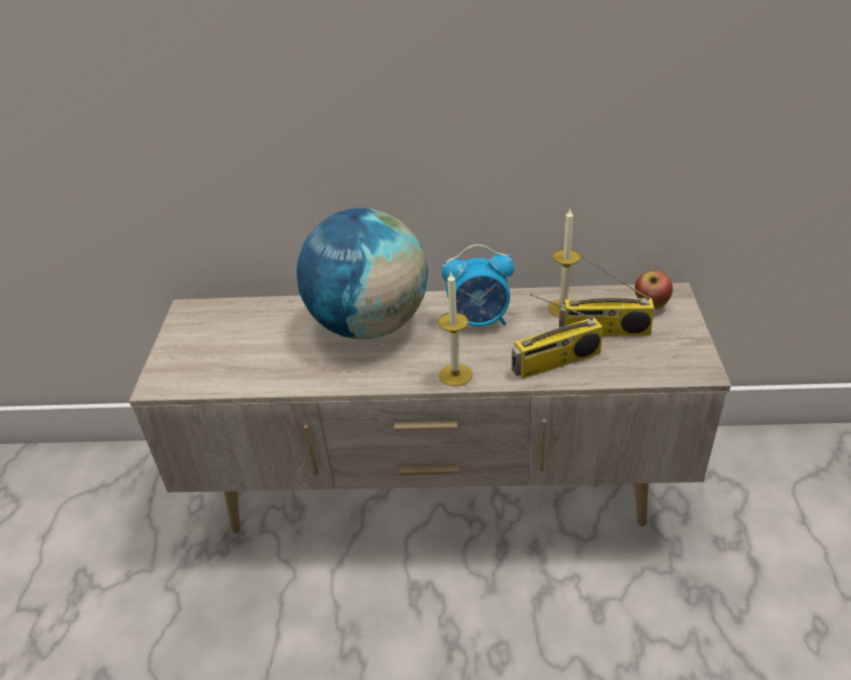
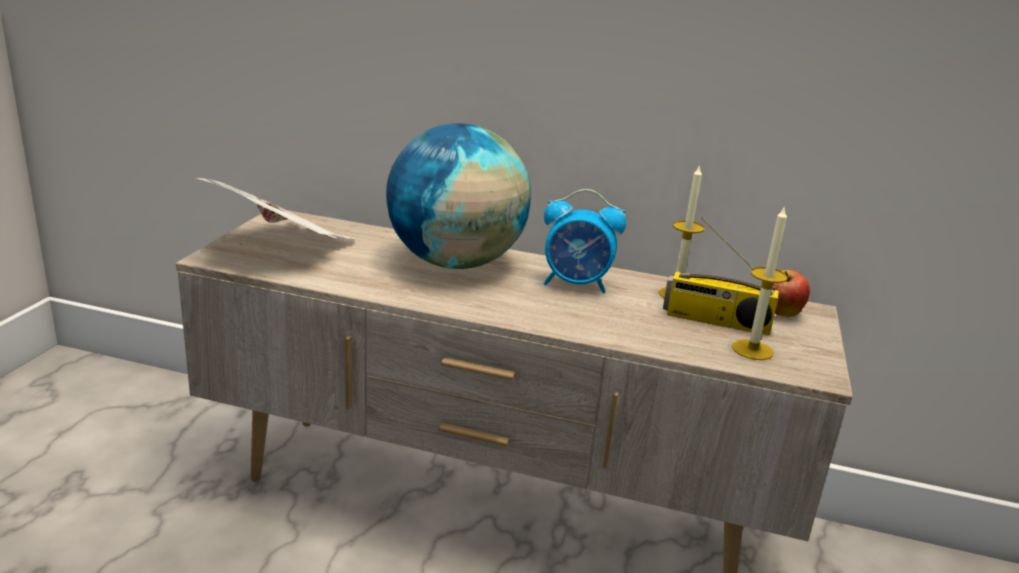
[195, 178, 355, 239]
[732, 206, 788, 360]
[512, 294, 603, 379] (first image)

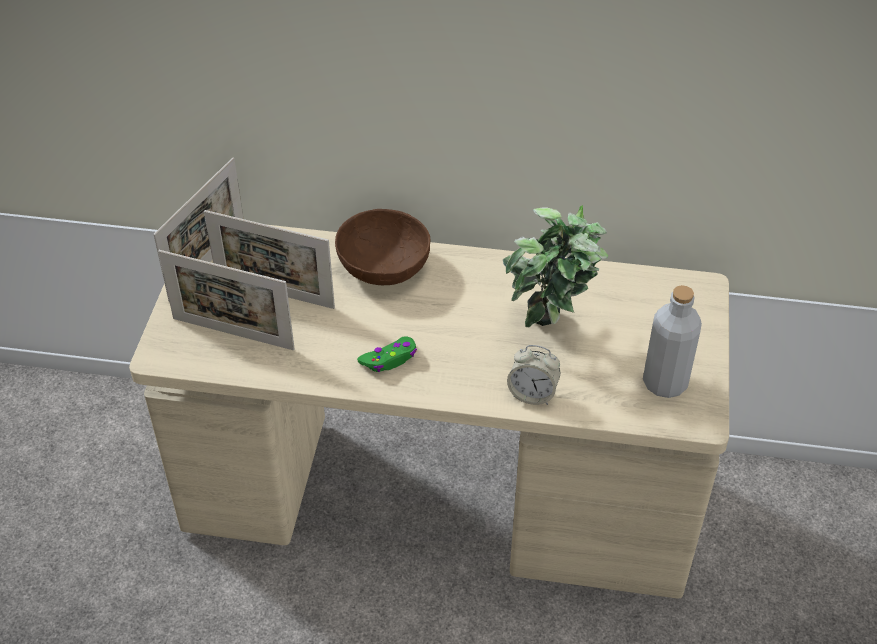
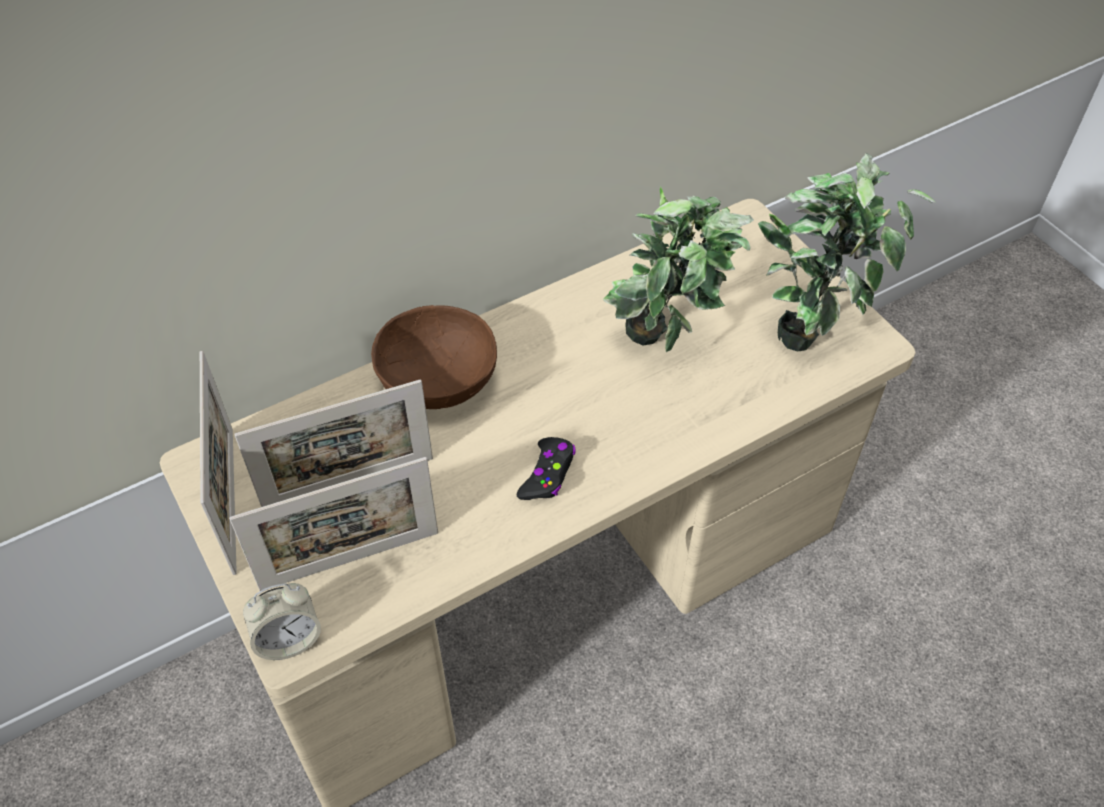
[243, 583, 321, 660]
[517, 437, 576, 500]
[758, 153, 936, 351]

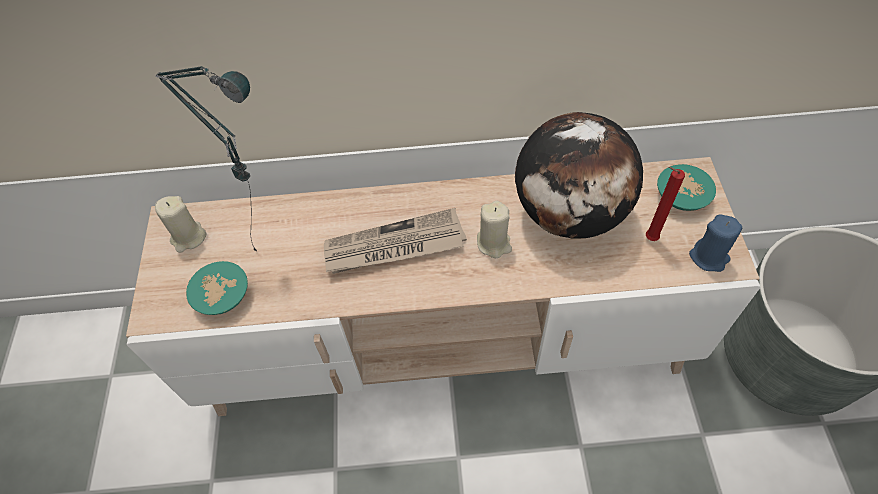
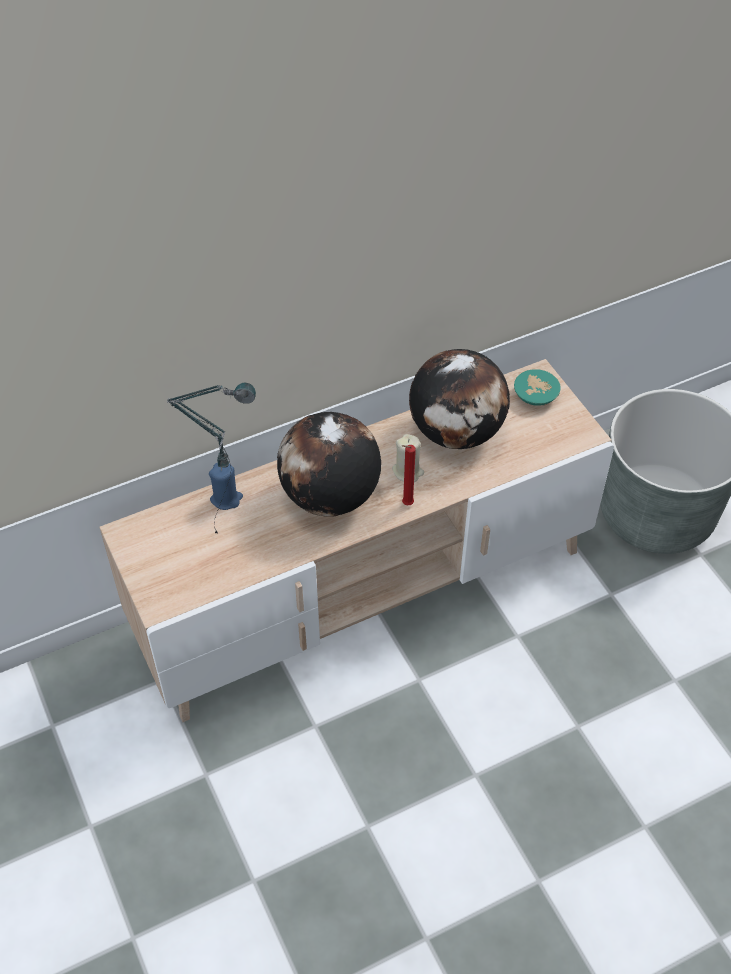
[209, 463, 243, 510]
[277, 412, 381, 517]
[402, 445, 416, 505]
[155, 196, 206, 253] (first image)
[186, 261, 248, 315] (first image)

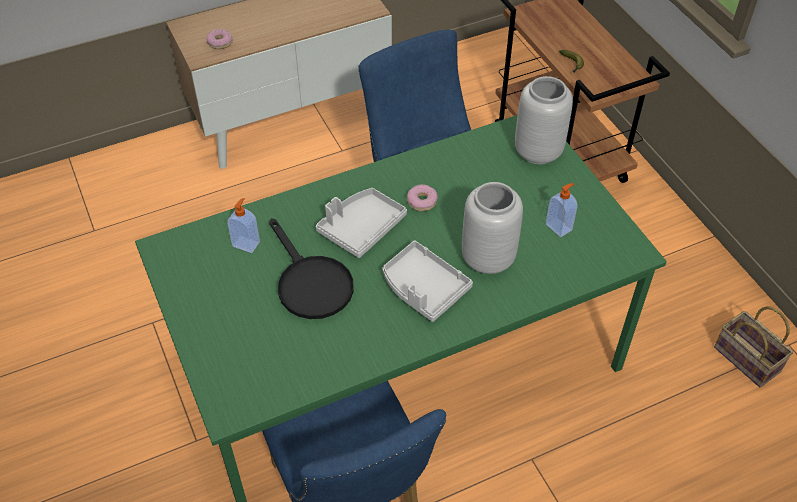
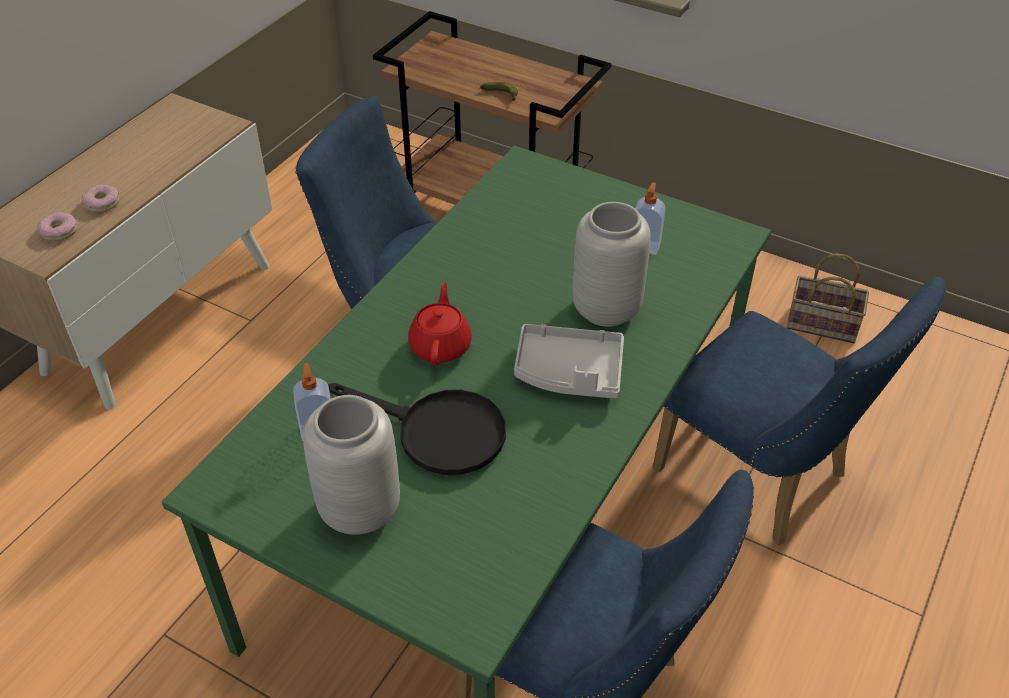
[82, 185, 119, 212]
[303, 395, 400, 535]
[408, 282, 472, 365]
[653, 277, 946, 545]

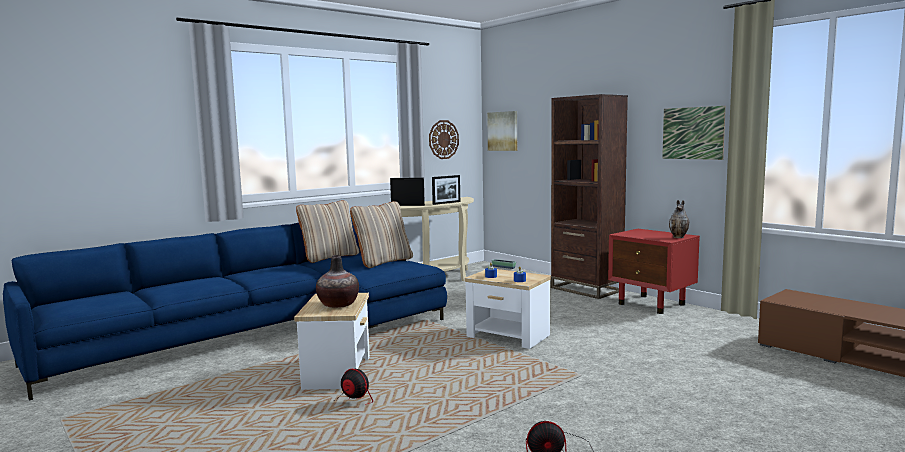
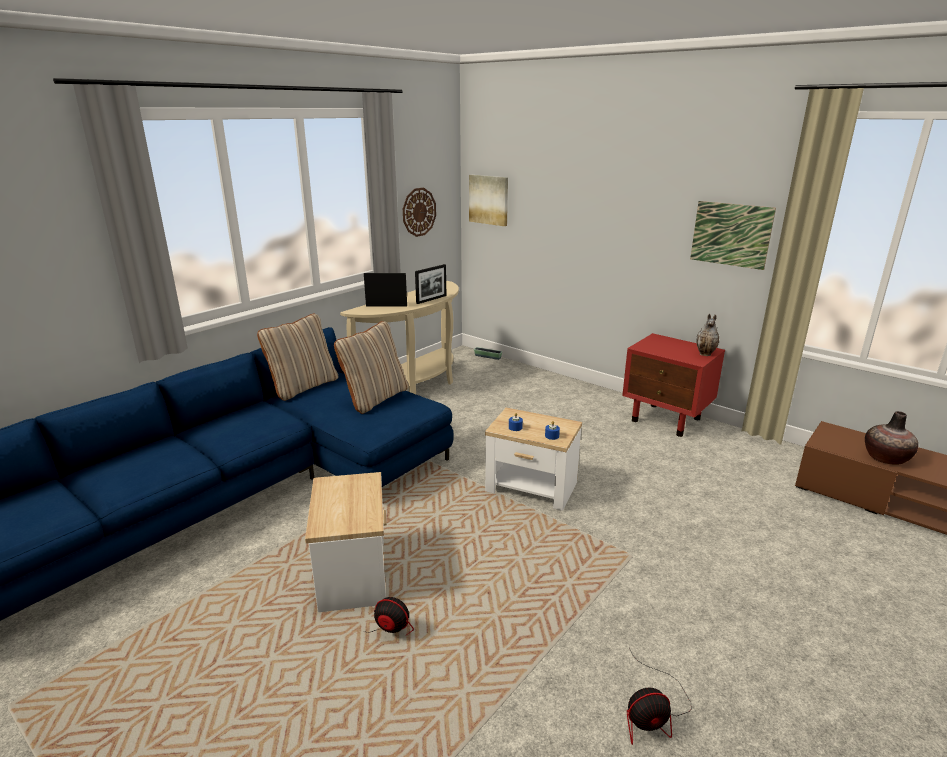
[865, 411, 918, 465]
[551, 94, 628, 299] (first image)

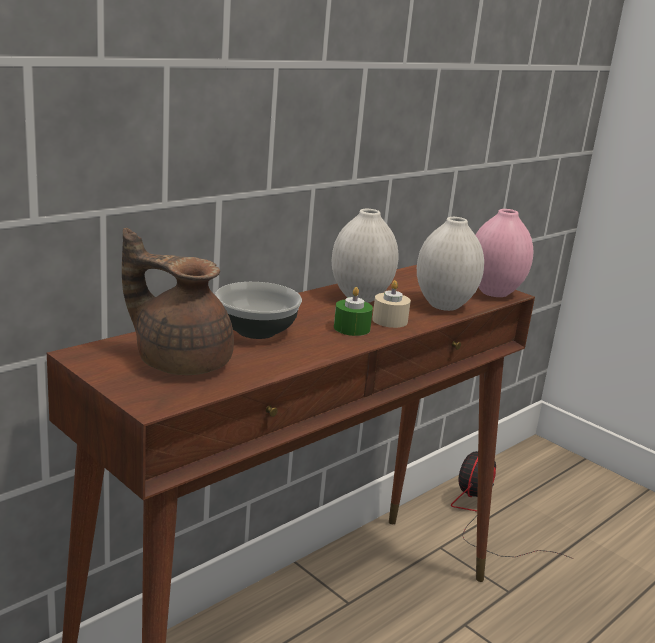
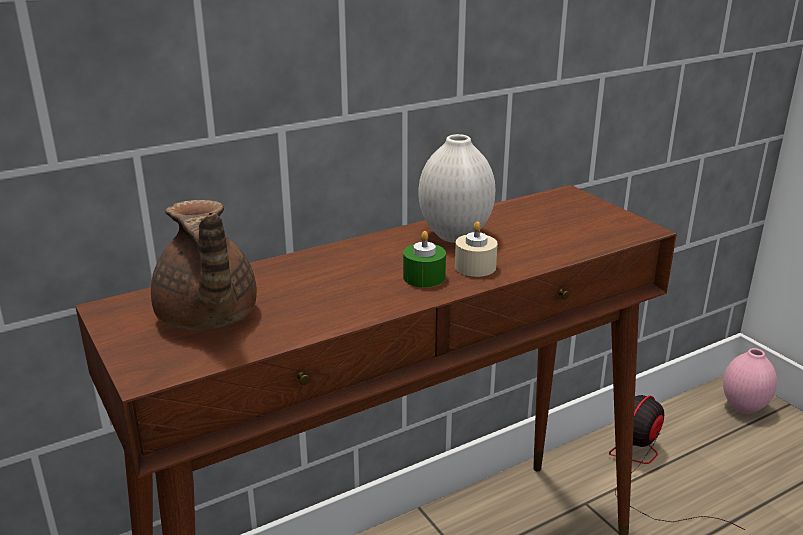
[151, 200, 257, 330]
[723, 348, 777, 414]
[215, 282, 302, 339] (first image)
[417, 217, 484, 311] (first image)

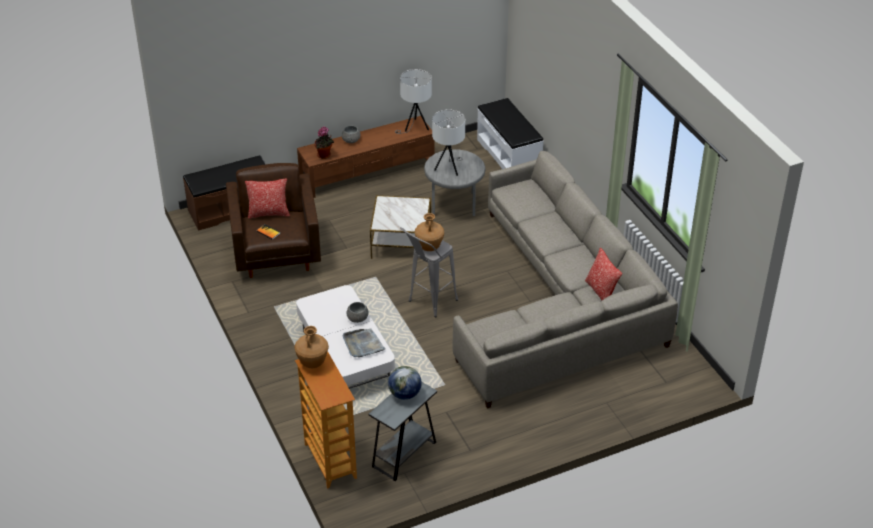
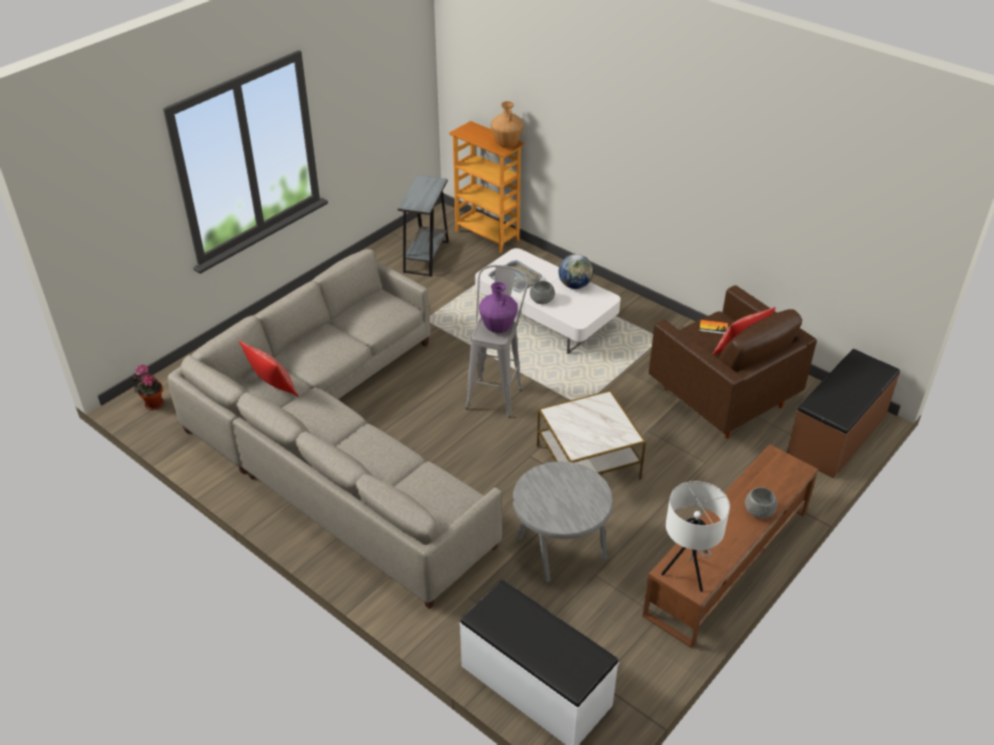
[133, 365, 164, 410]
[479, 282, 518, 333]
[559, 254, 593, 289]
[432, 109, 465, 176] (first image)

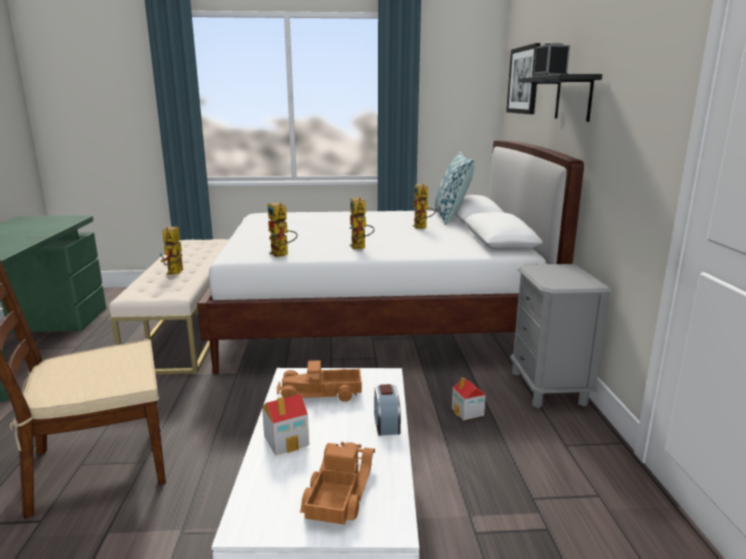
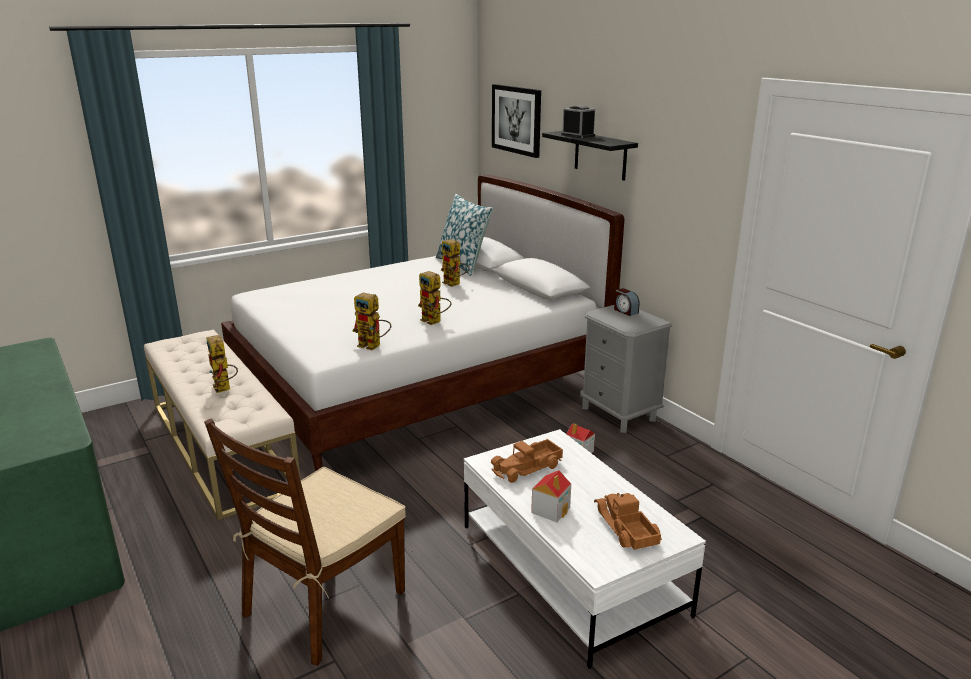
[614, 288, 639, 316]

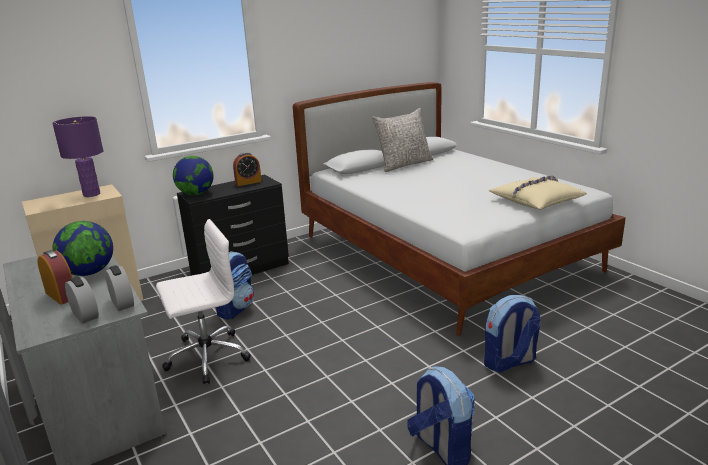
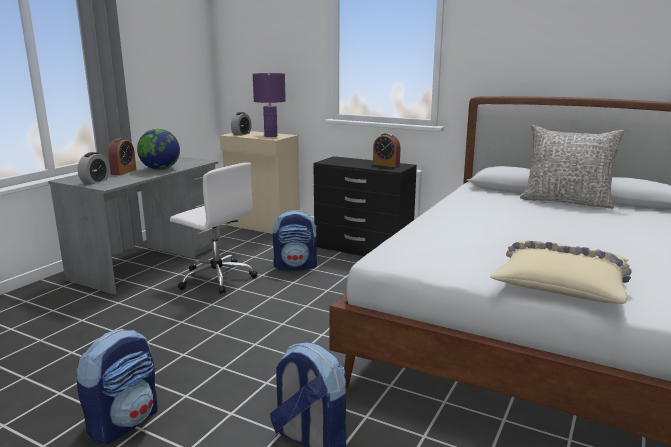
[231, 112, 251, 136]
[173, 156, 214, 195] (first image)

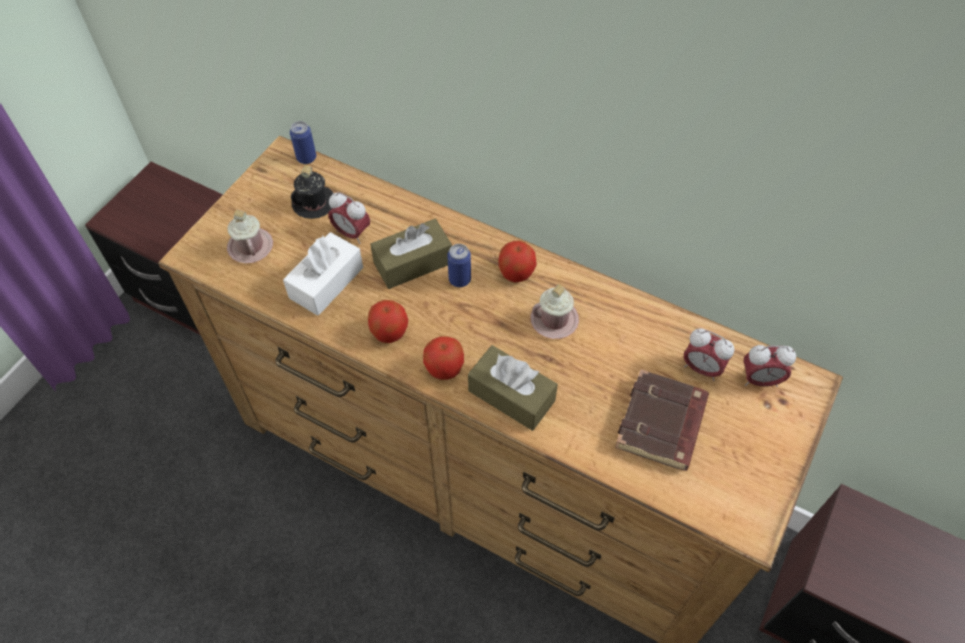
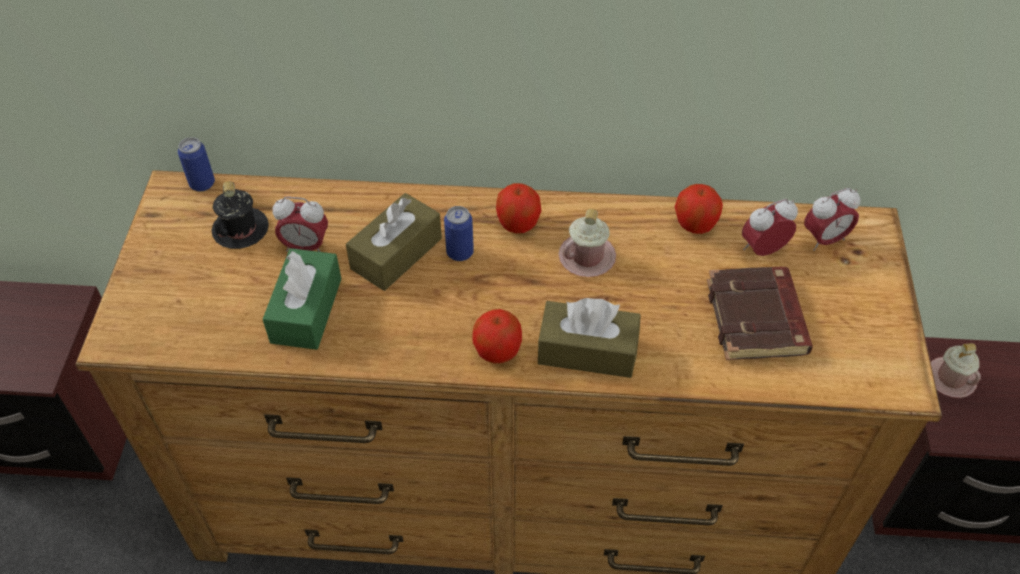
[263, 248, 341, 350]
[675, 184, 723, 234]
[742, 199, 798, 256]
[931, 343, 981, 398]

